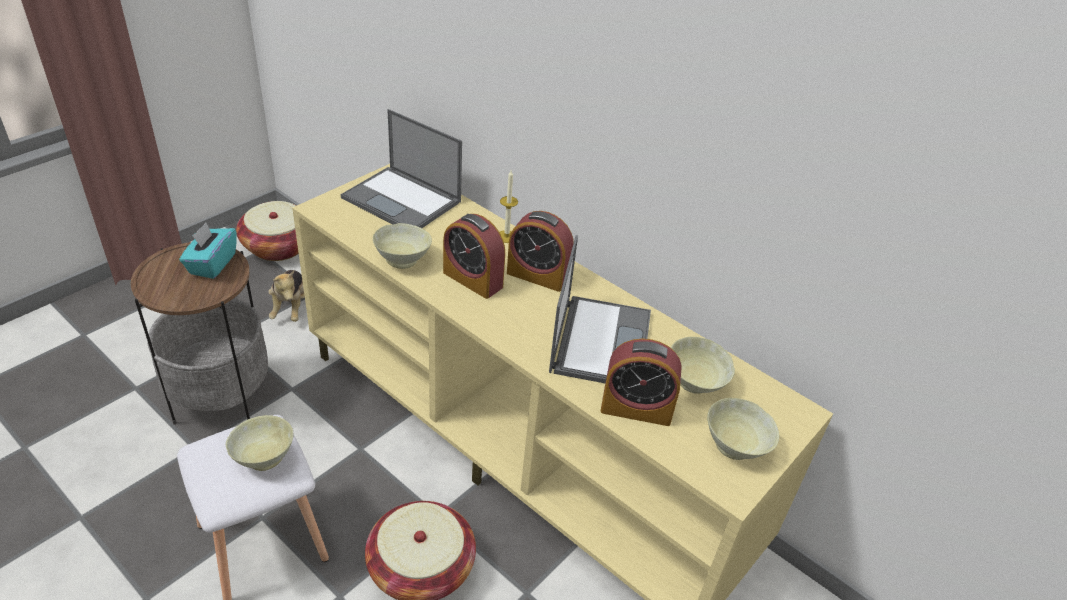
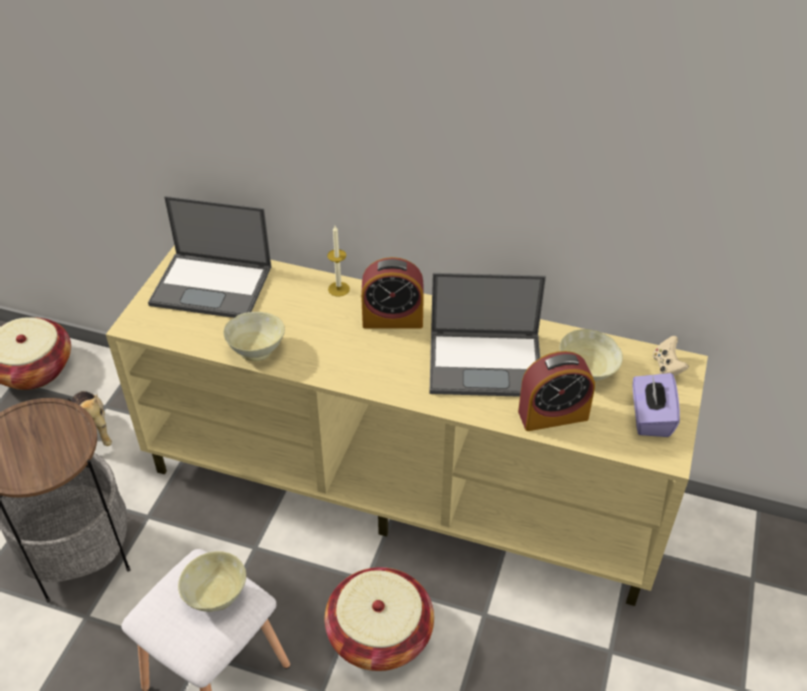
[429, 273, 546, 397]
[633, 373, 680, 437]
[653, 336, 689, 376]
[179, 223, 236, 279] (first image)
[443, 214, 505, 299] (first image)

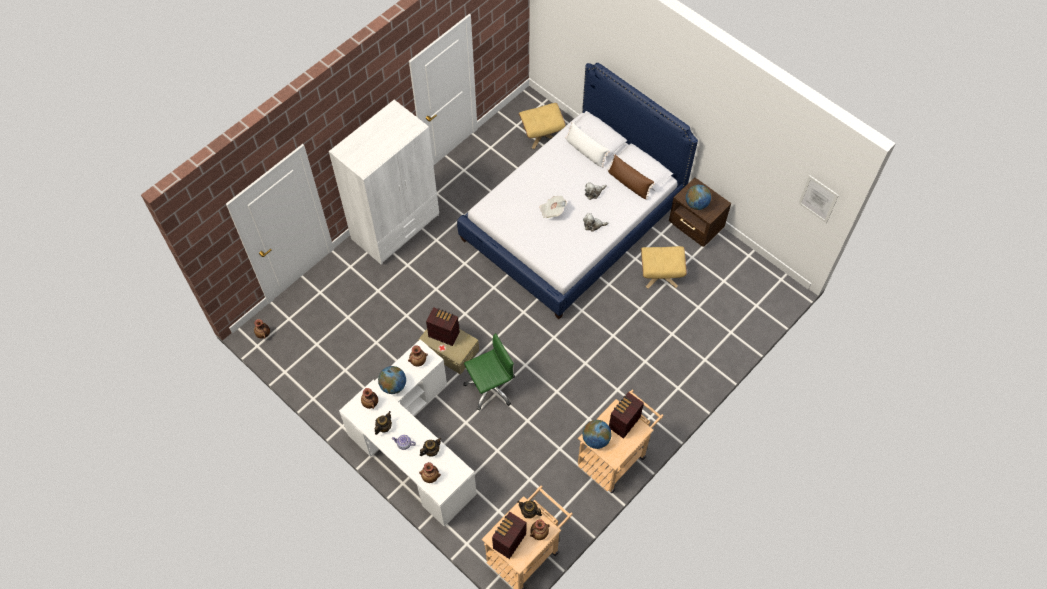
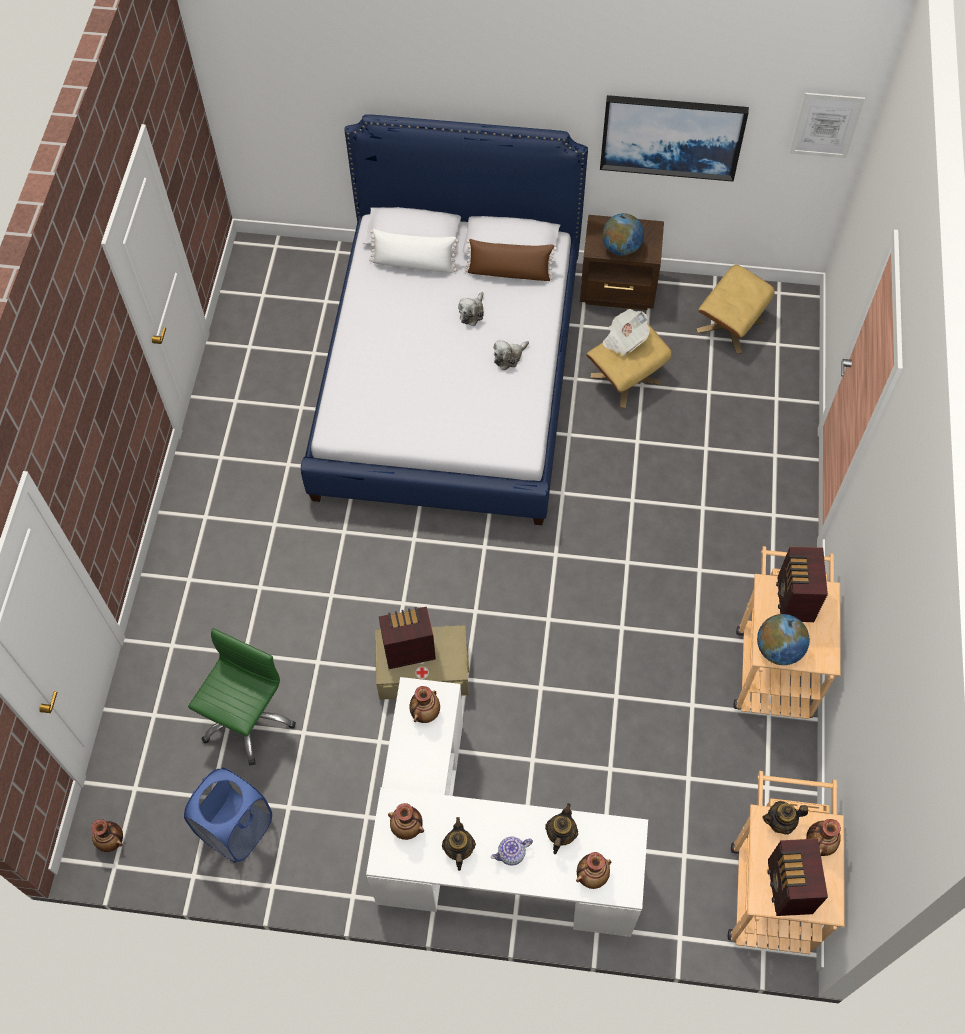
[184, 767, 272, 863]
[188, 628, 296, 765]
[600, 95, 749, 182]
[603, 309, 650, 356]
[696, 265, 775, 354]
[329, 100, 439, 265] (first image)
[378, 366, 406, 394] (first image)

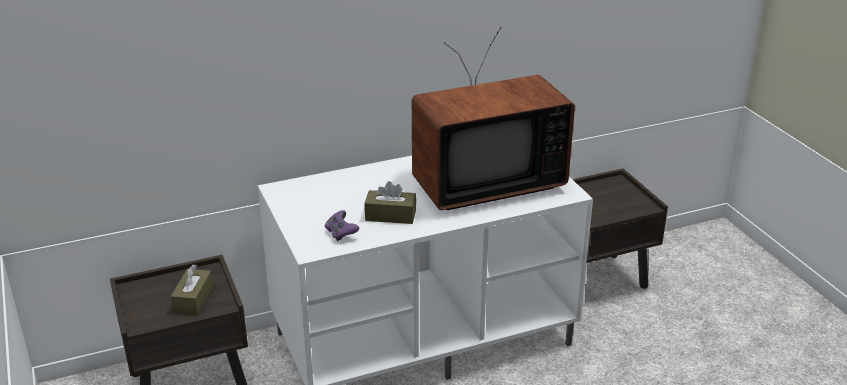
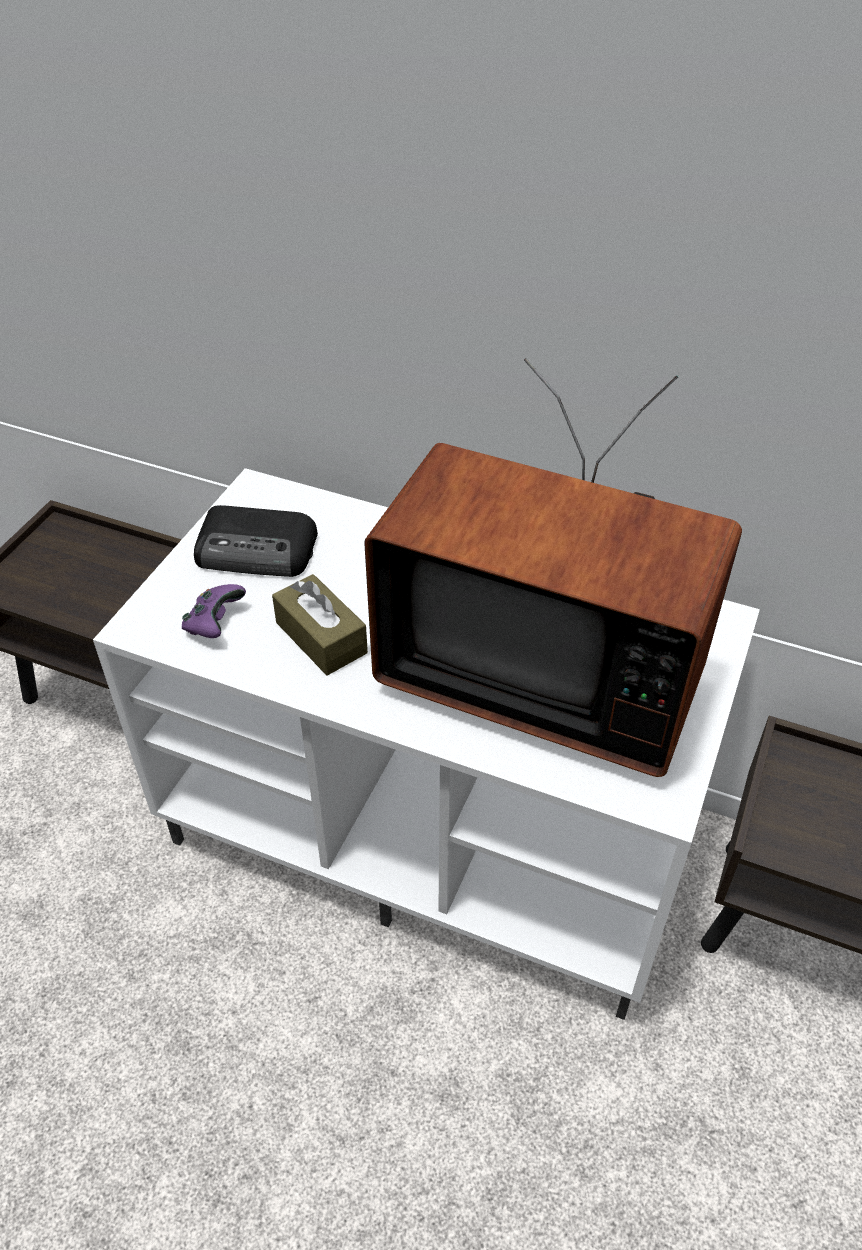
[194, 505, 318, 577]
[171, 264, 213, 315] (first image)

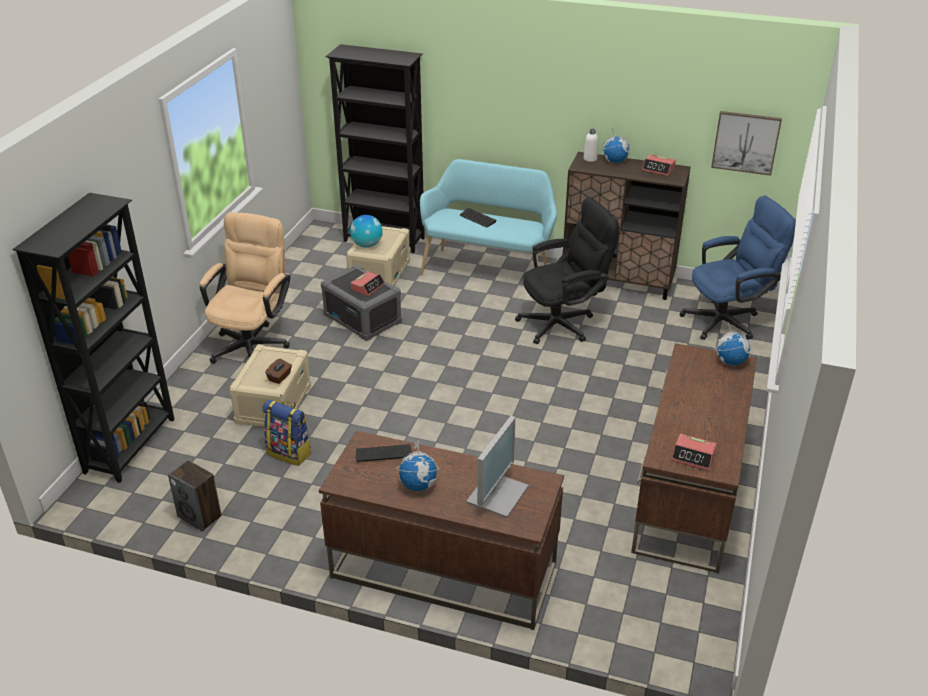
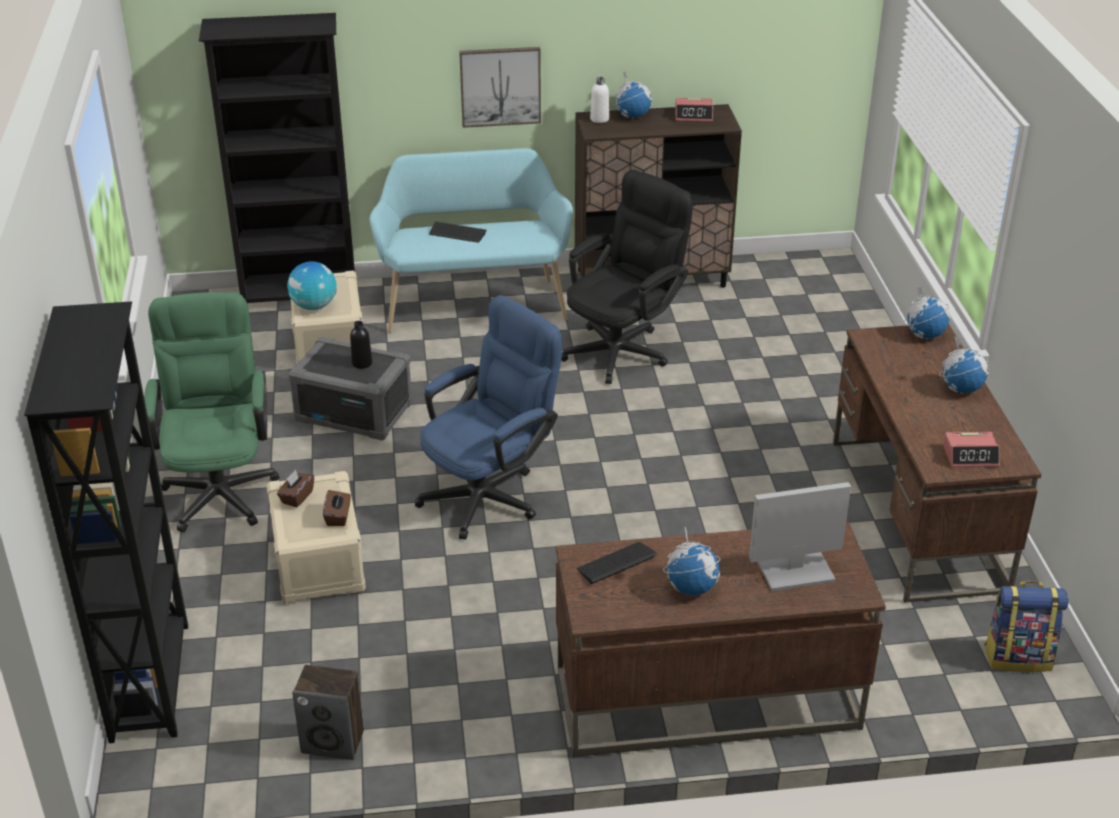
[144, 292, 280, 533]
[277, 470, 314, 507]
[350, 321, 372, 369]
[415, 295, 562, 540]
[459, 47, 541, 128]
[749, 482, 851, 591]
[939, 337, 989, 394]
[984, 581, 1069, 672]

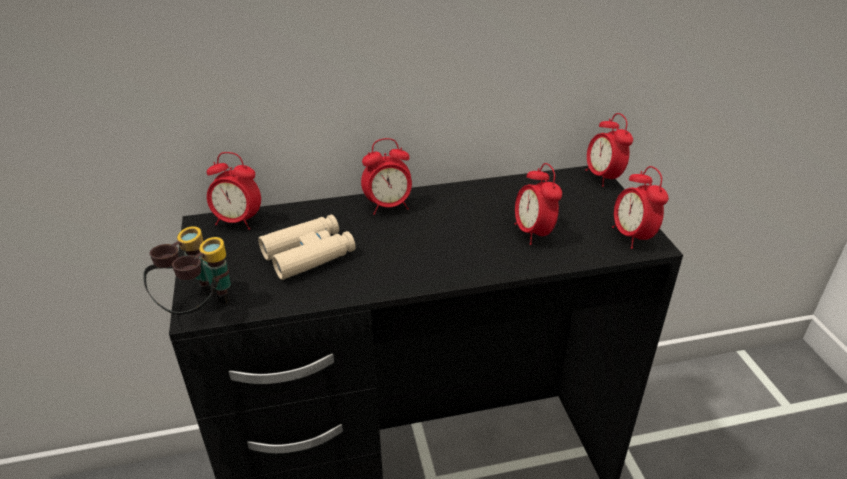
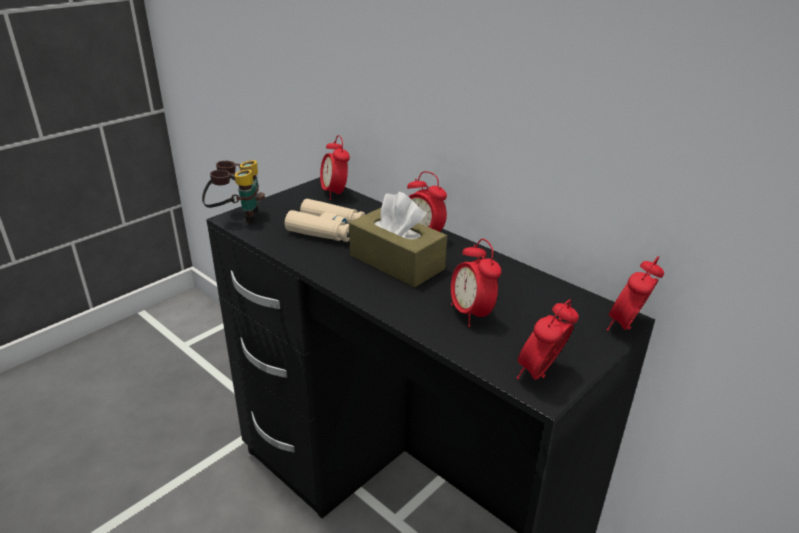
[349, 192, 447, 288]
[451, 239, 501, 327]

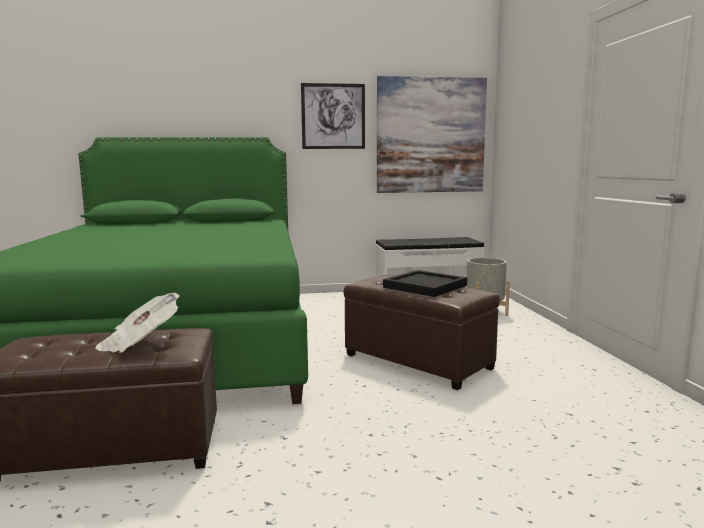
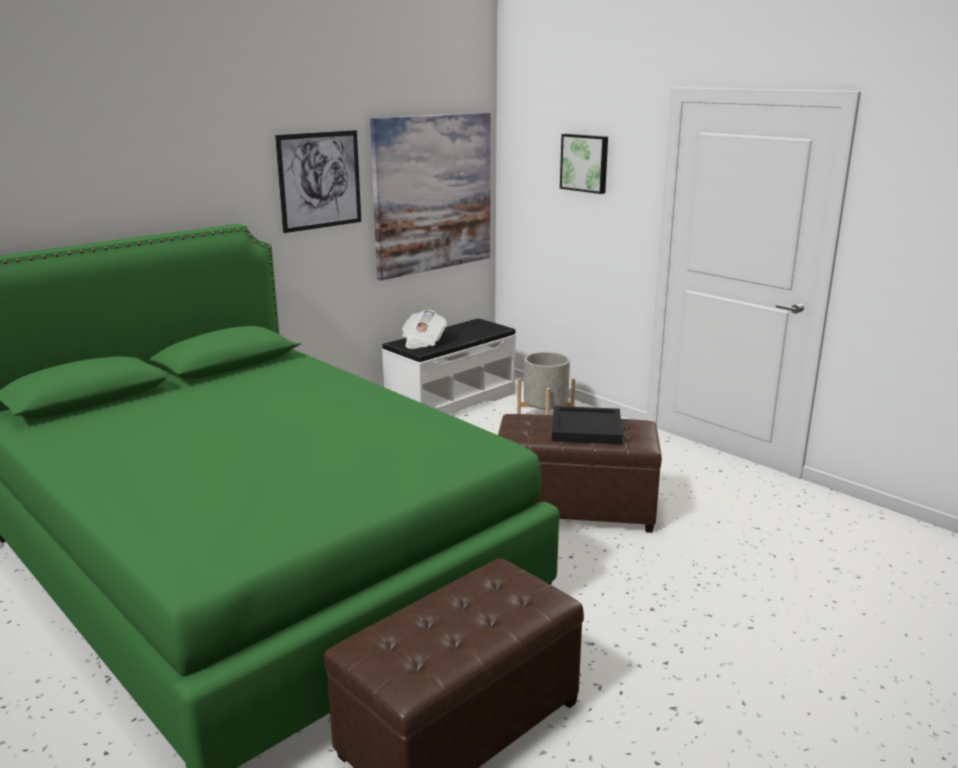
[402, 310, 447, 349]
[560, 134, 608, 194]

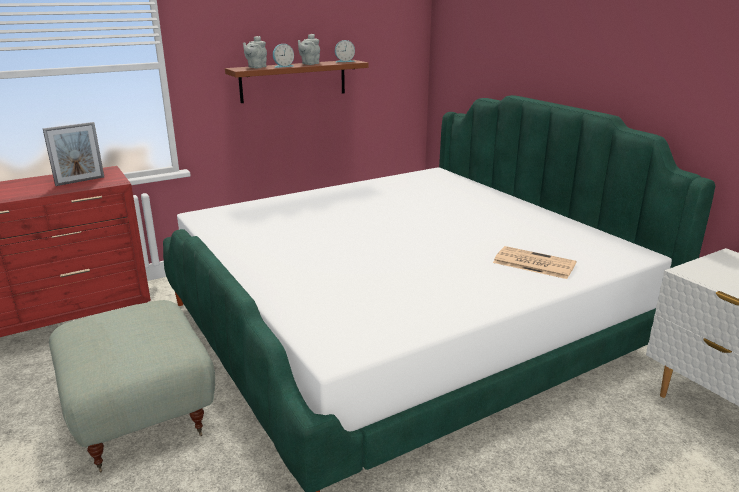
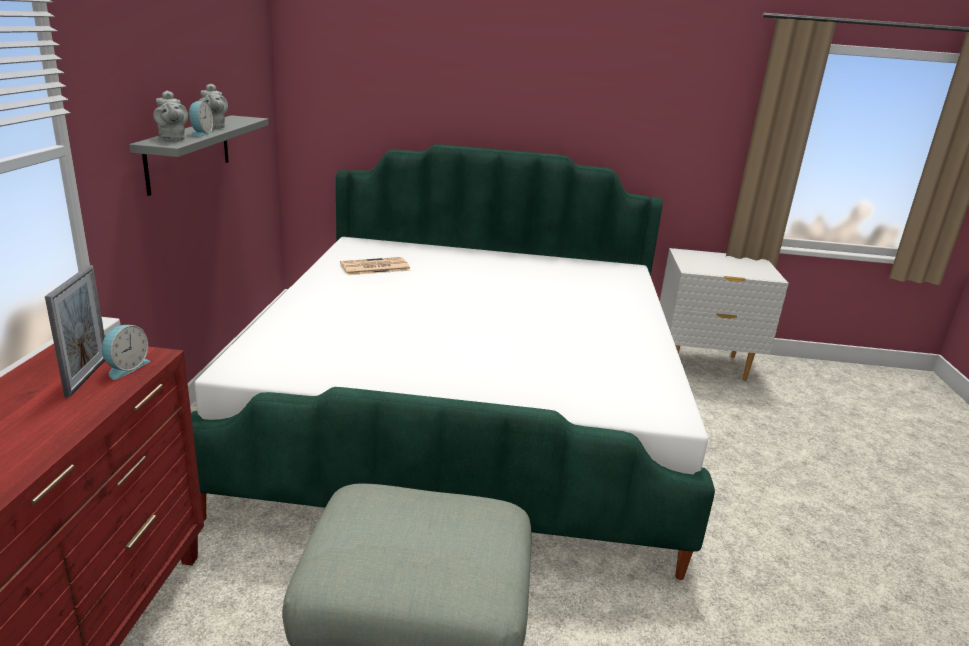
[102, 325, 150, 380]
[129, 115, 269, 196]
[340, 257, 411, 275]

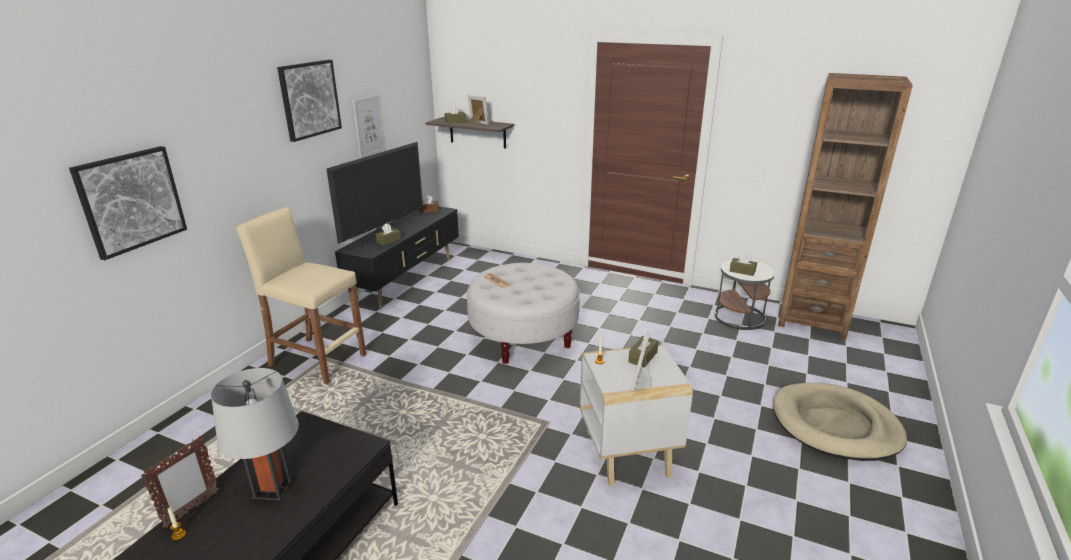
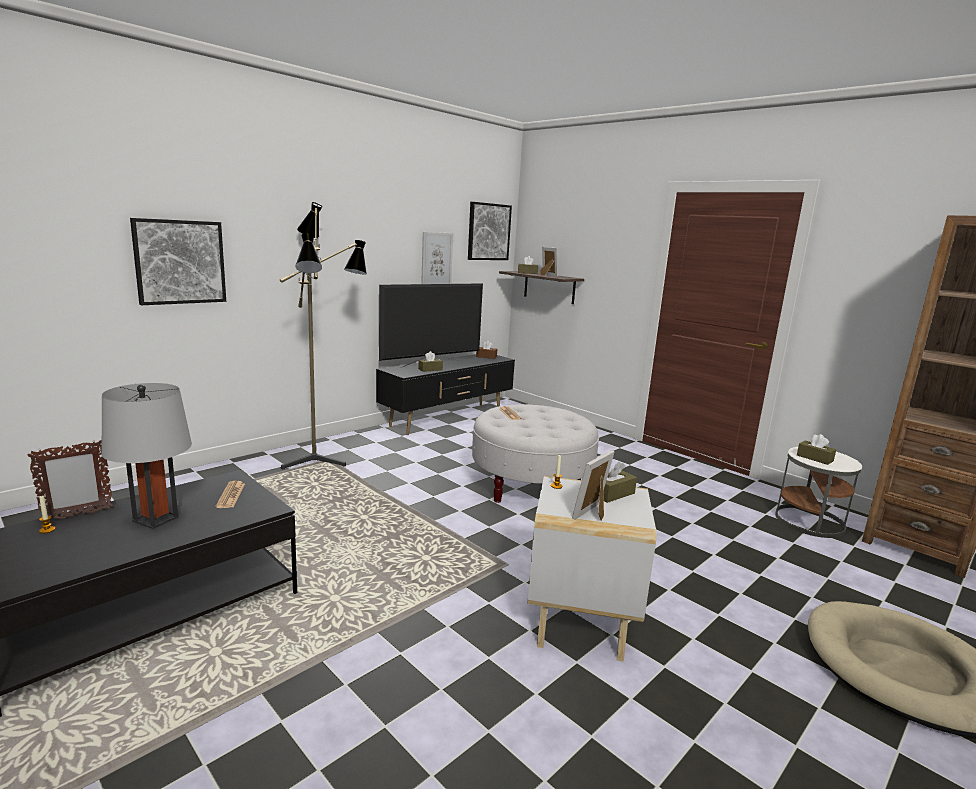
[216, 481, 245, 508]
[280, 202, 367, 470]
[468, 202, 512, 260]

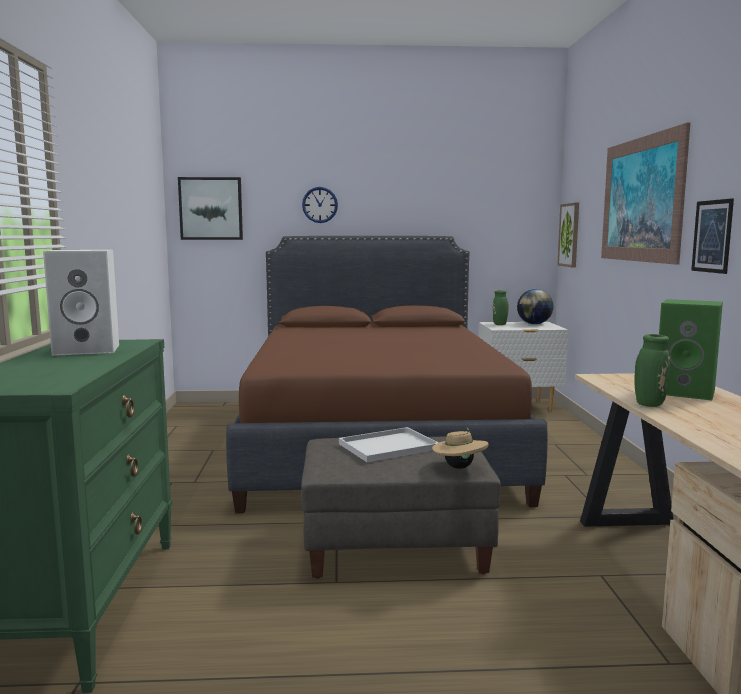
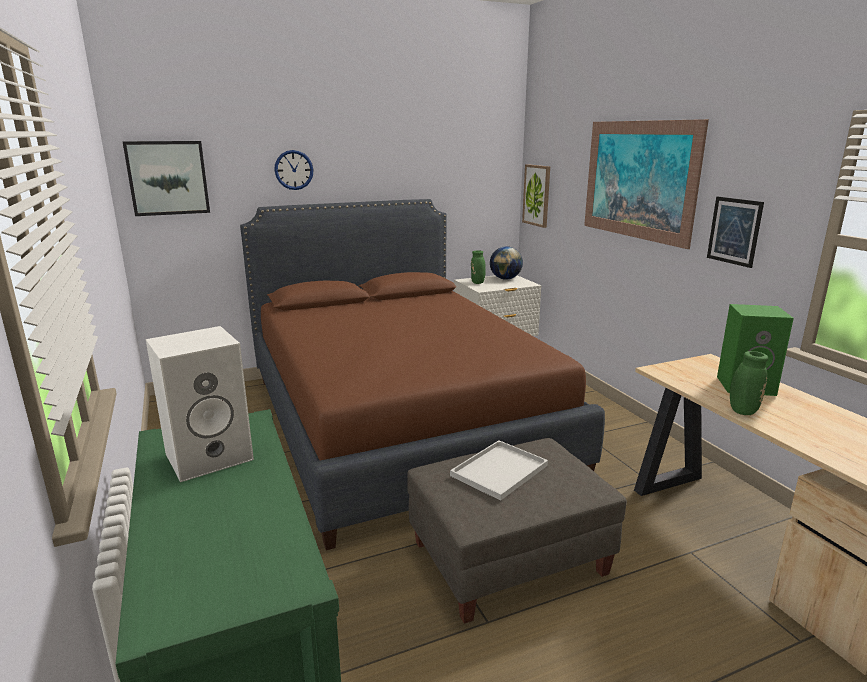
[432, 428, 488, 469] (first image)

